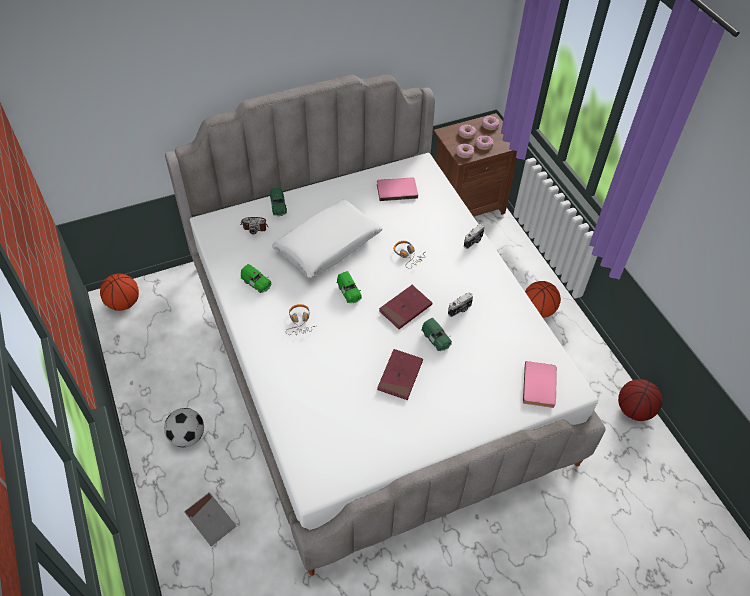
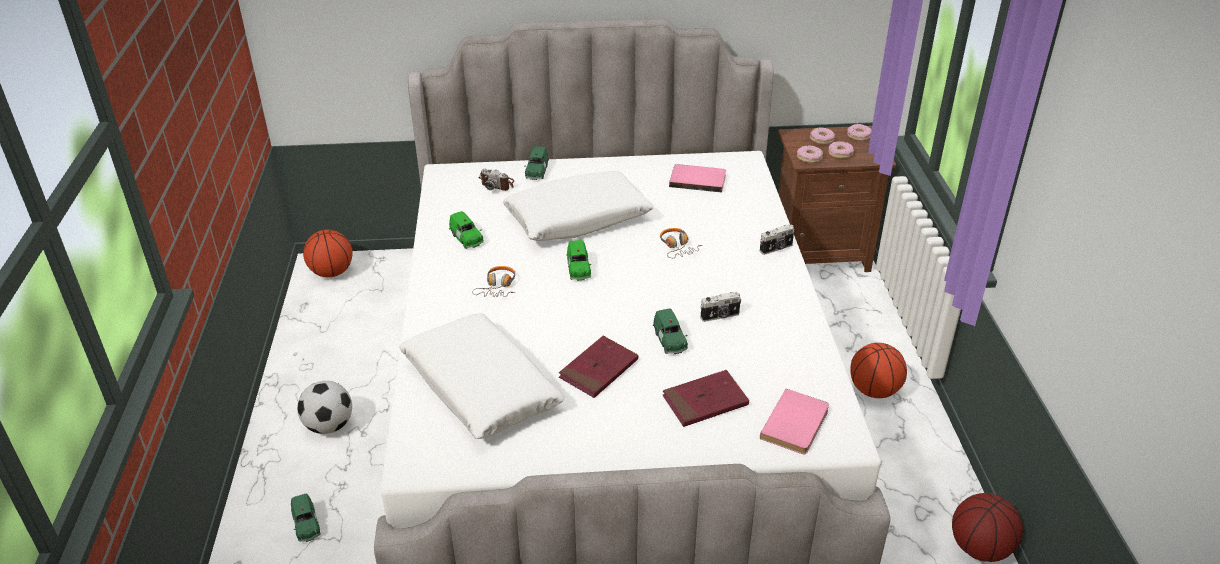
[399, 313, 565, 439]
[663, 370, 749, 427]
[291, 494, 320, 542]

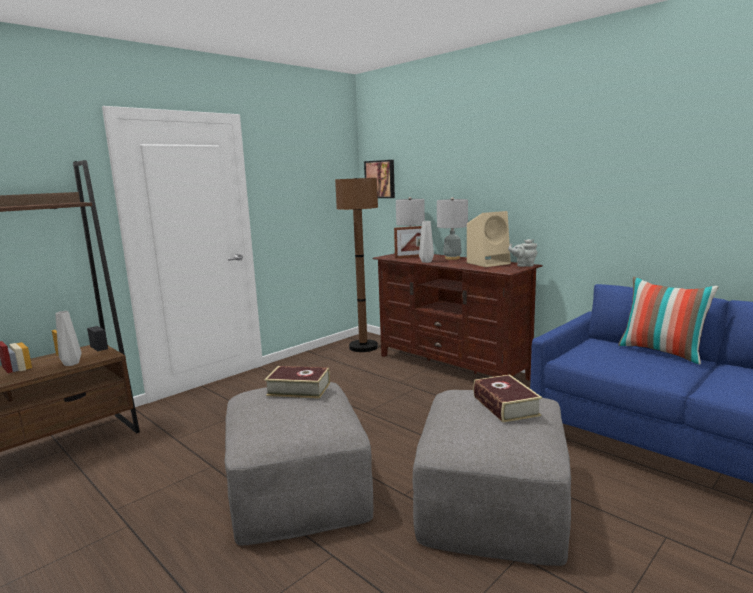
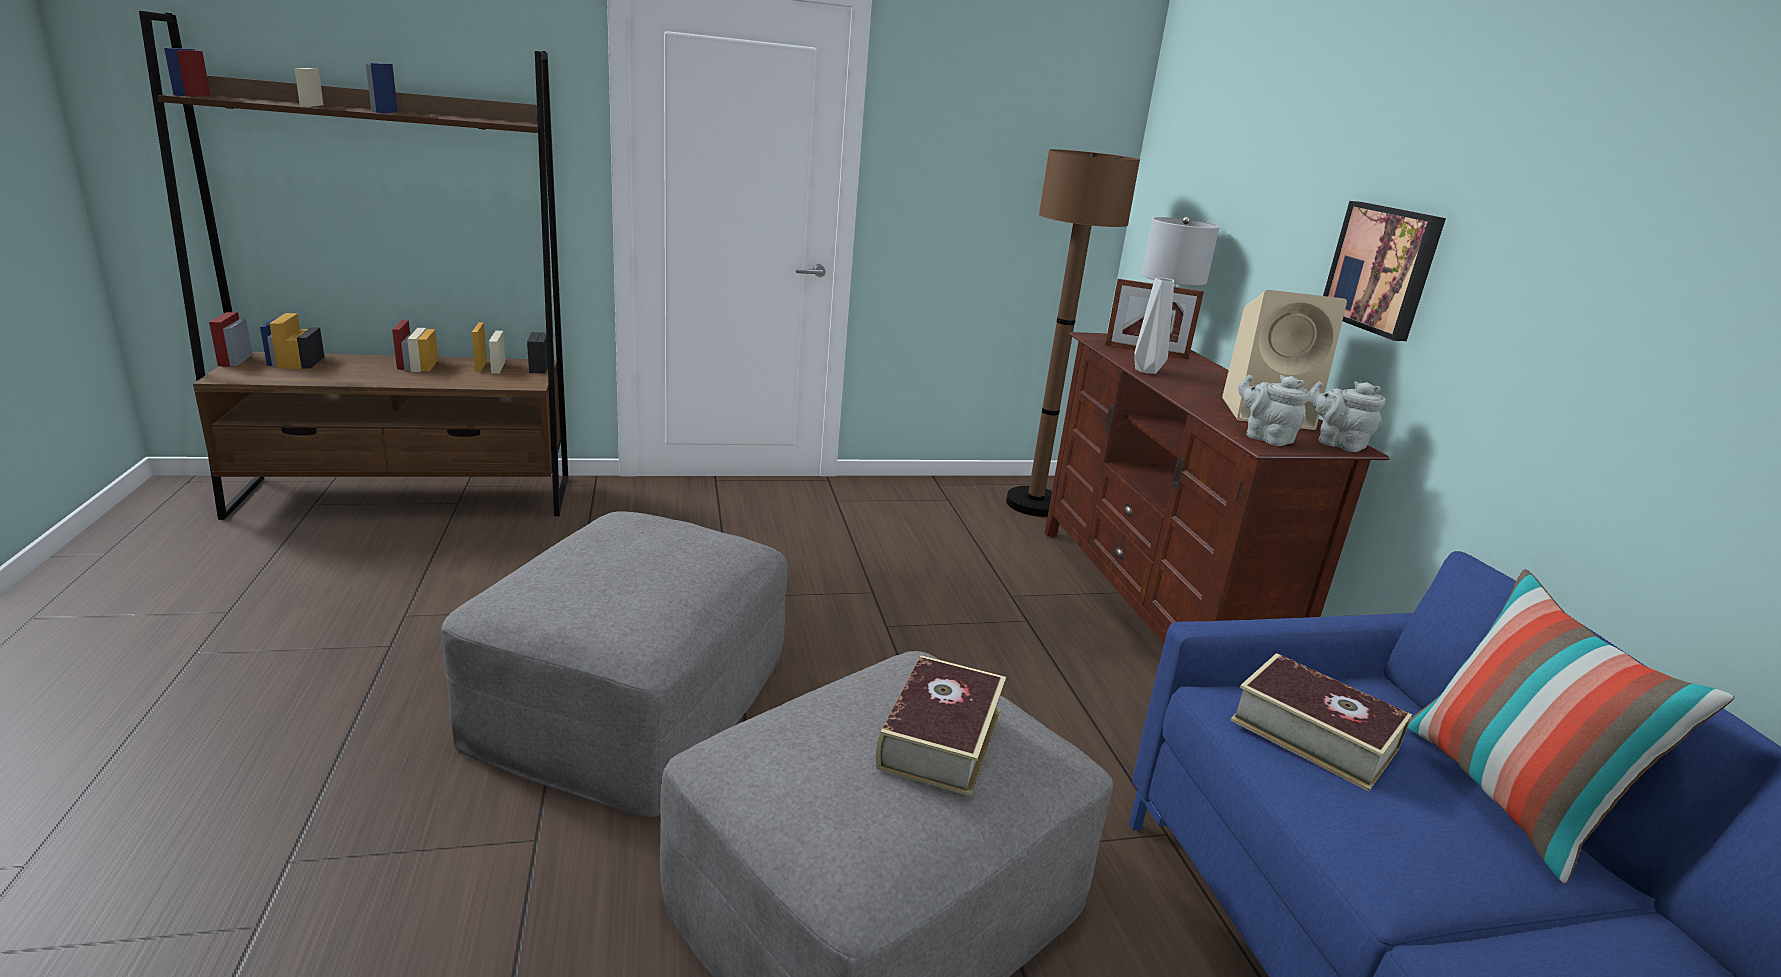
[55, 311, 82, 366] (first image)
[437, 197, 468, 260] (first image)
[1238, 375, 1310, 446]
[1230, 653, 1412, 792]
[1323, 201, 1446, 341]

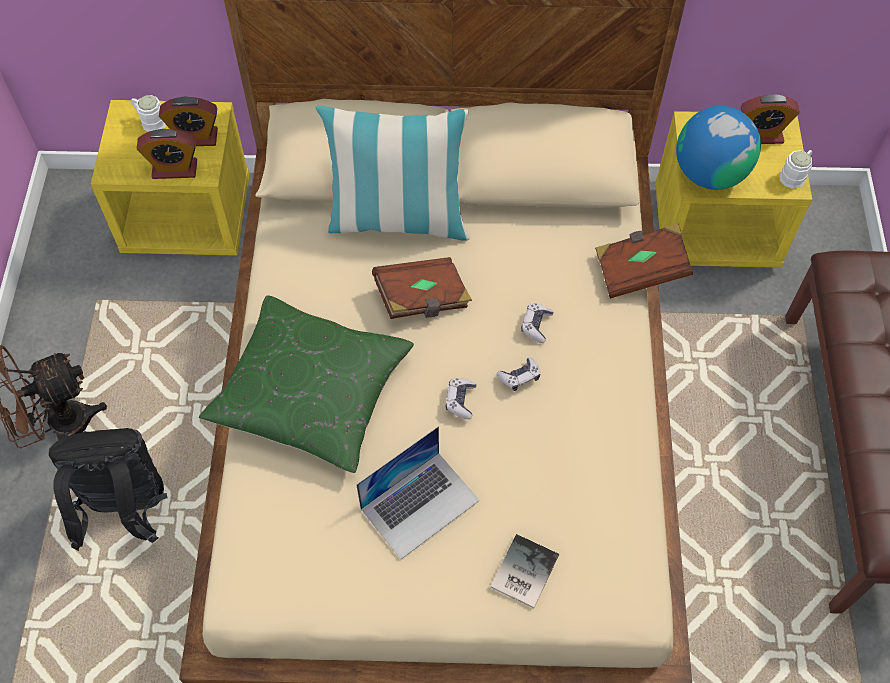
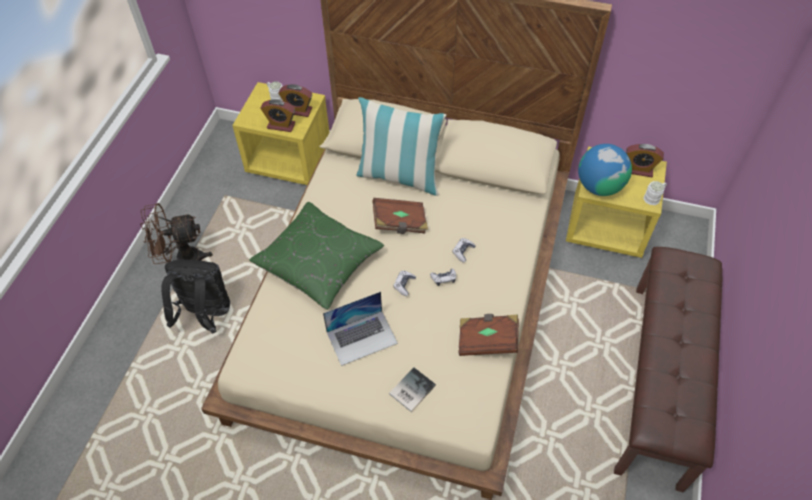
[458, 314, 519, 356]

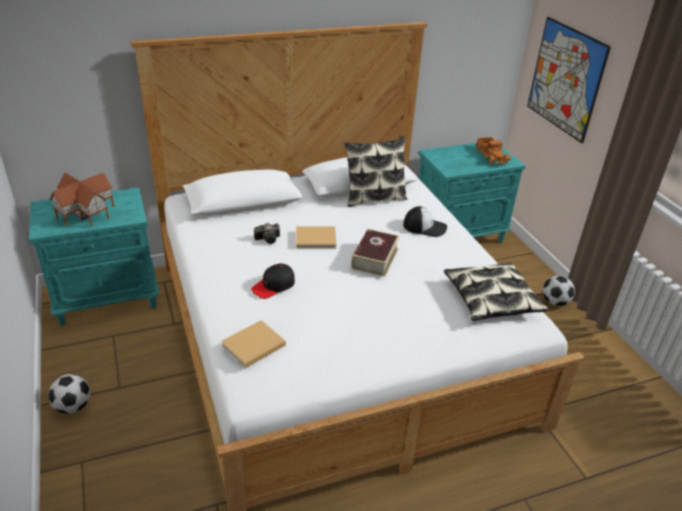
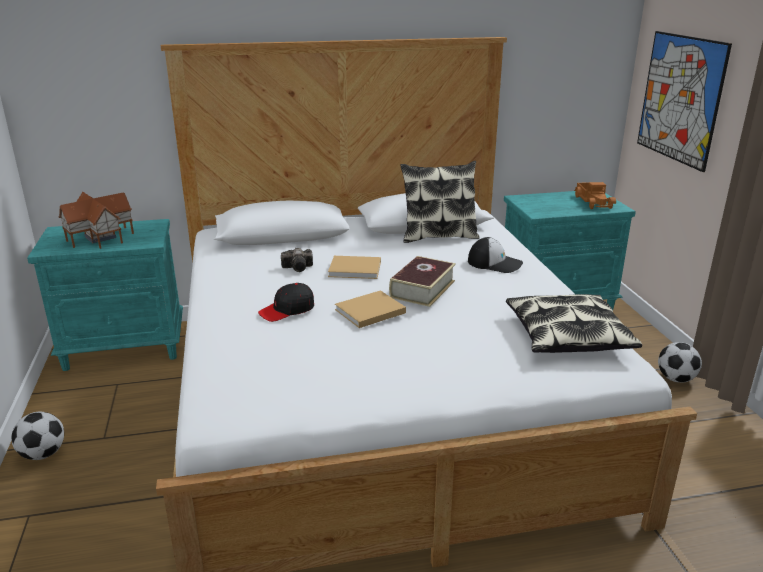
[335, 290, 406, 328]

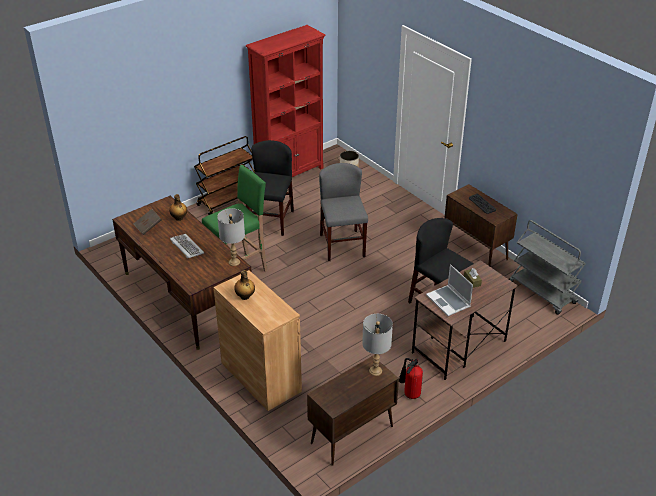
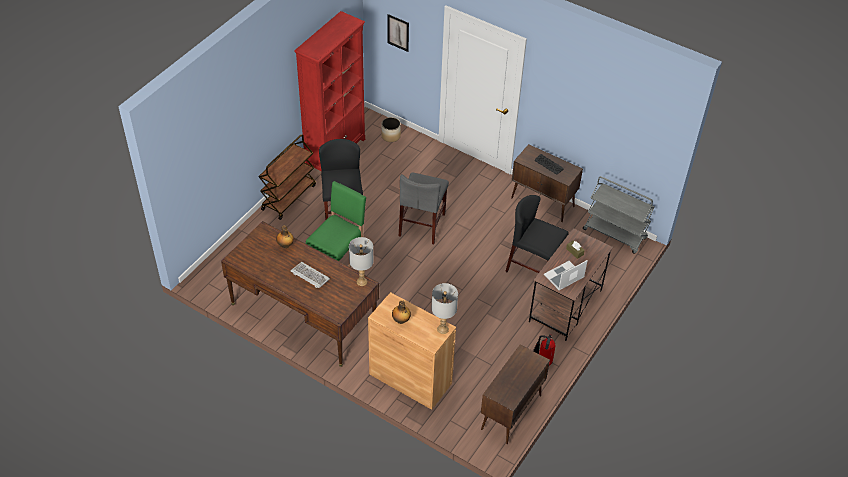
[133, 209, 162, 235] (first image)
[387, 14, 409, 52]
[431, 283, 458, 334]
[399, 172, 449, 244]
[544, 260, 588, 290]

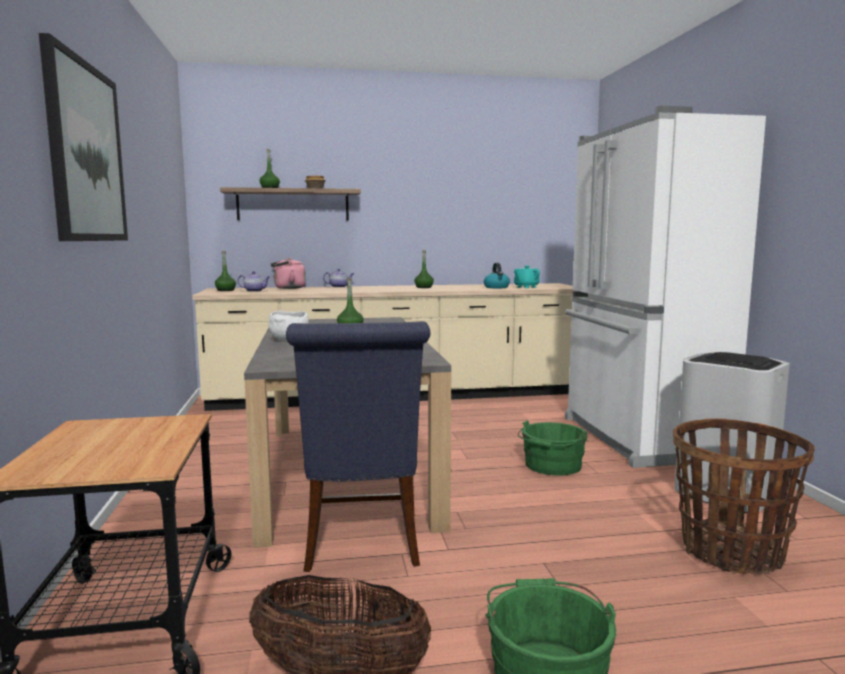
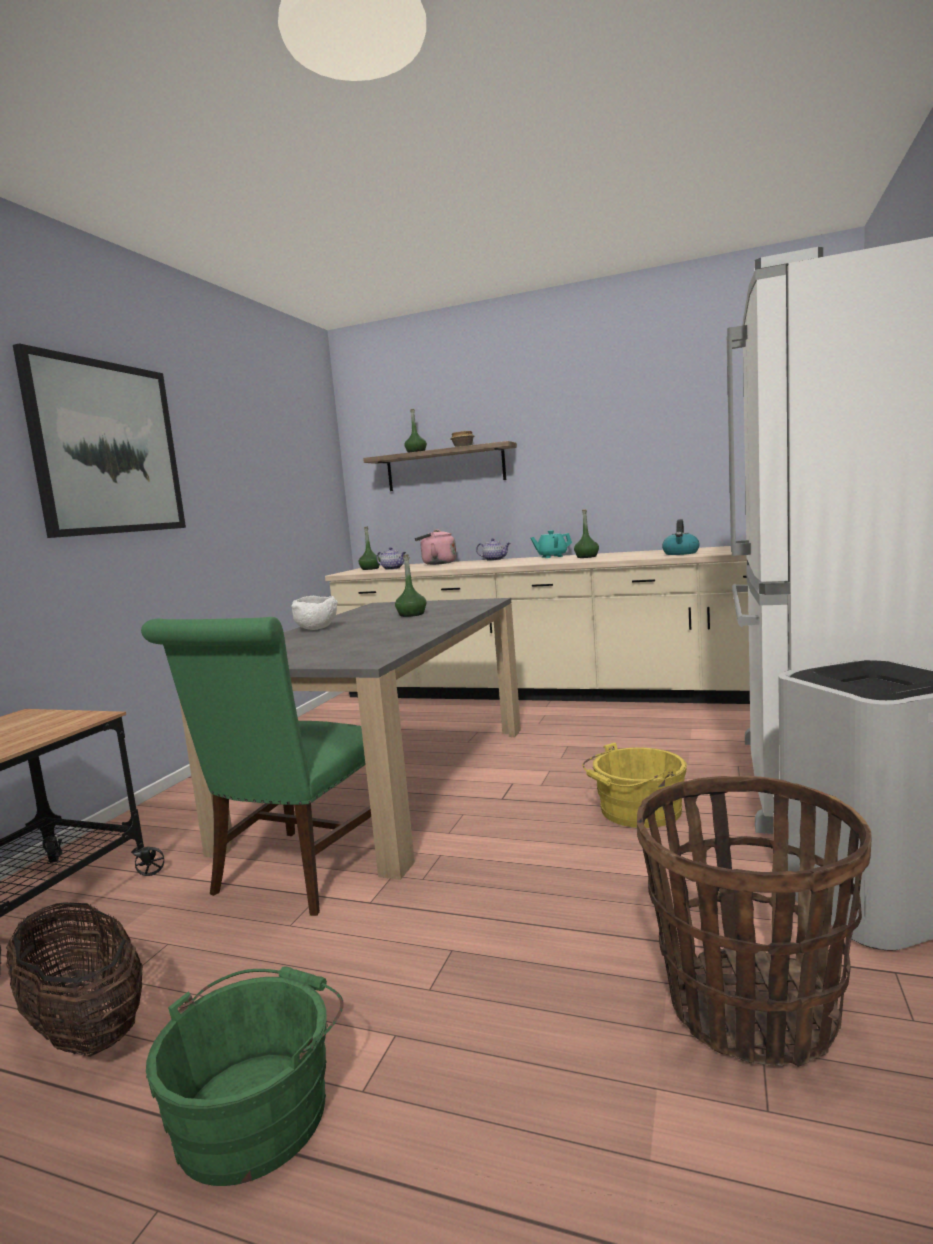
[530, 530, 572, 558]
[141, 617, 371, 916]
[582, 743, 687, 828]

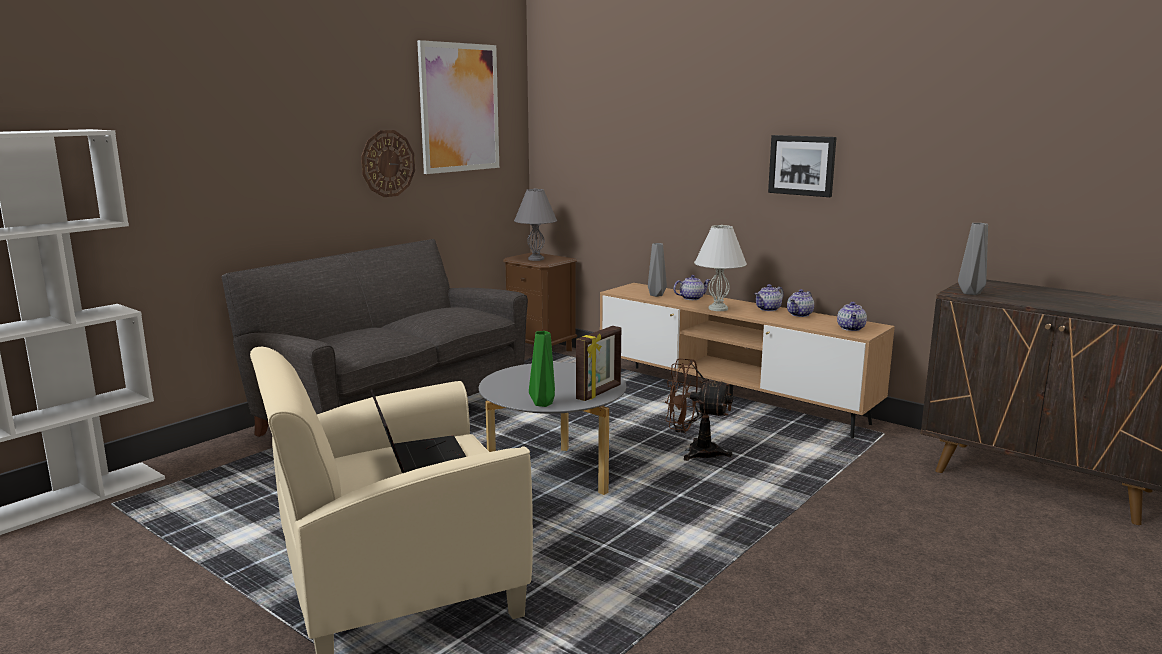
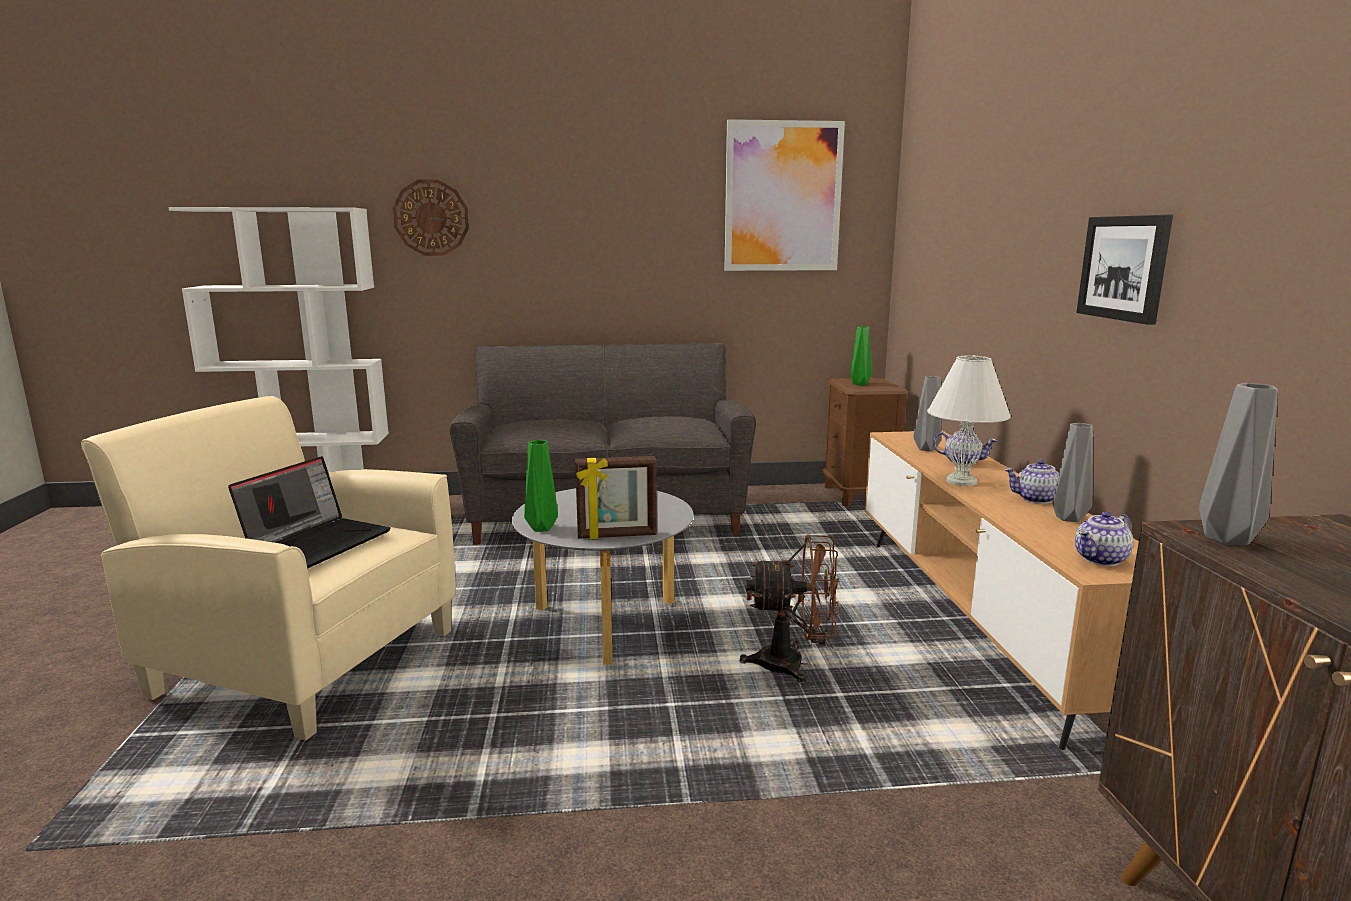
[393, 180, 469, 256]
[851, 326, 872, 385]
[1053, 423, 1093, 522]
[740, 534, 840, 683]

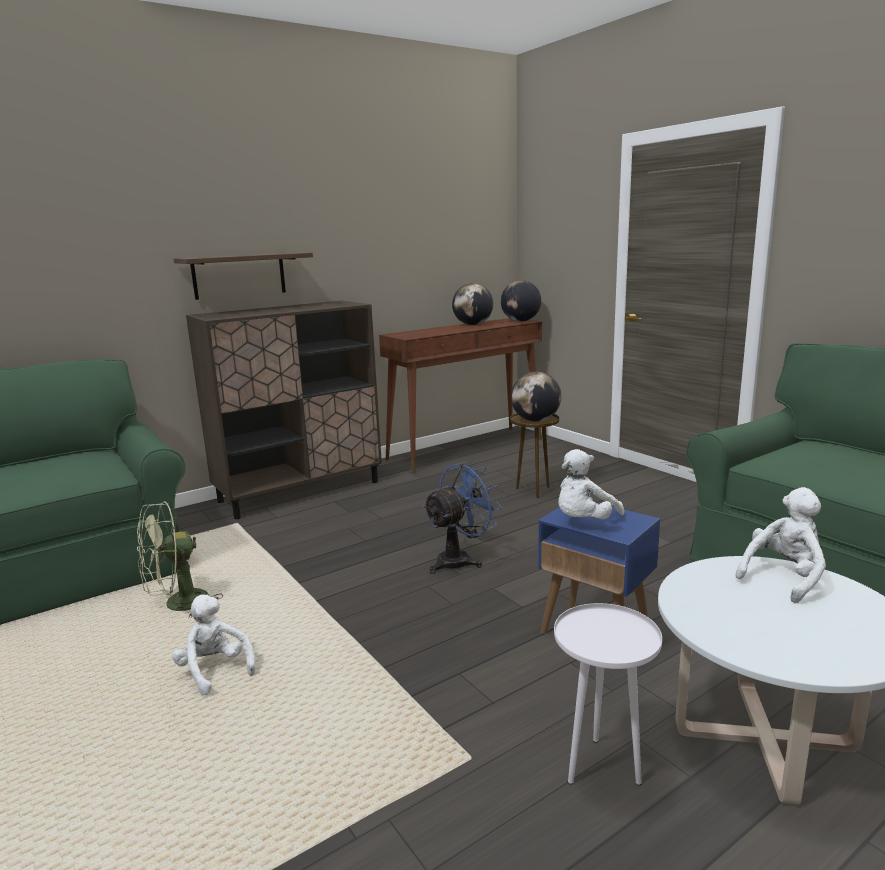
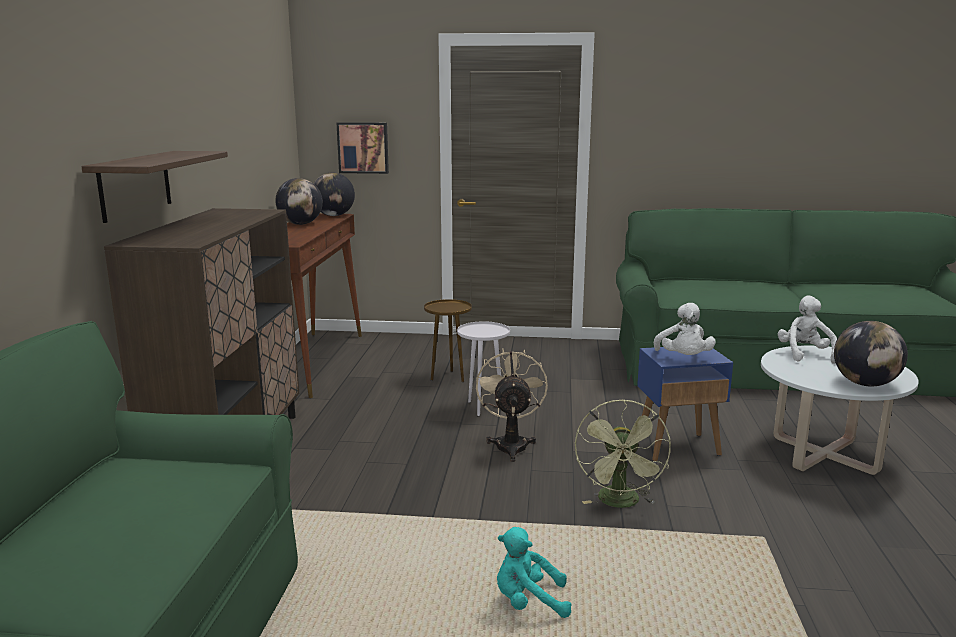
[337, 122, 389, 174]
[575, 399, 671, 508]
[834, 321, 908, 386]
[457, 321, 510, 417]
[497, 527, 571, 618]
[476, 349, 548, 462]

